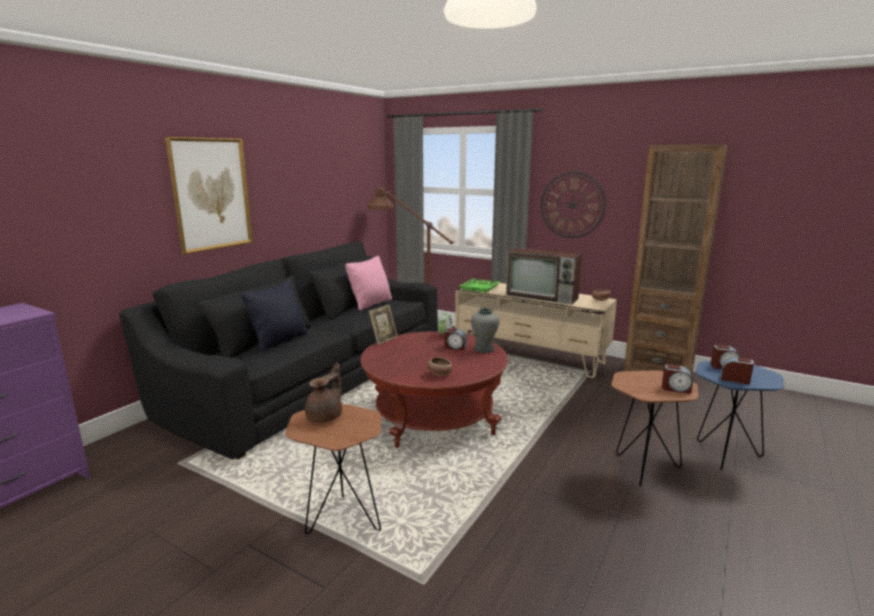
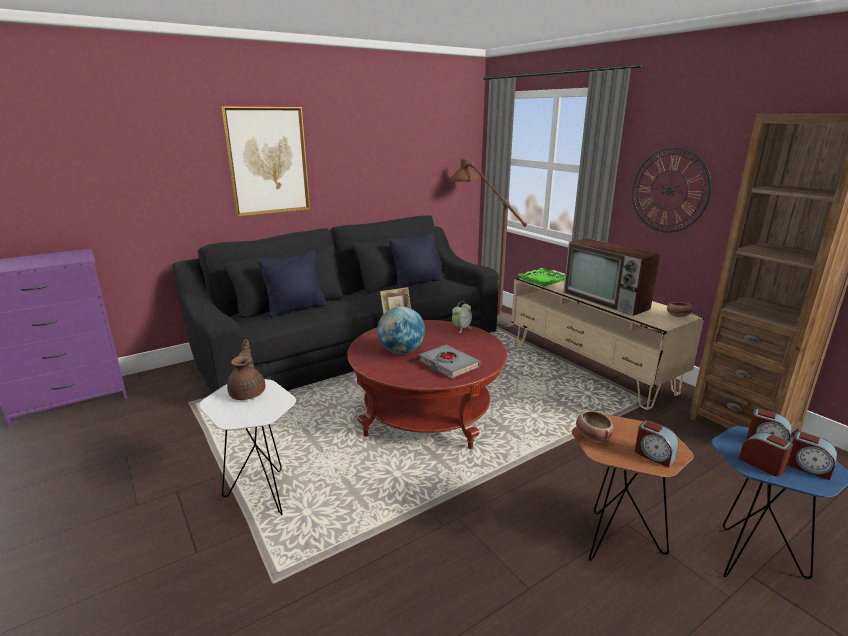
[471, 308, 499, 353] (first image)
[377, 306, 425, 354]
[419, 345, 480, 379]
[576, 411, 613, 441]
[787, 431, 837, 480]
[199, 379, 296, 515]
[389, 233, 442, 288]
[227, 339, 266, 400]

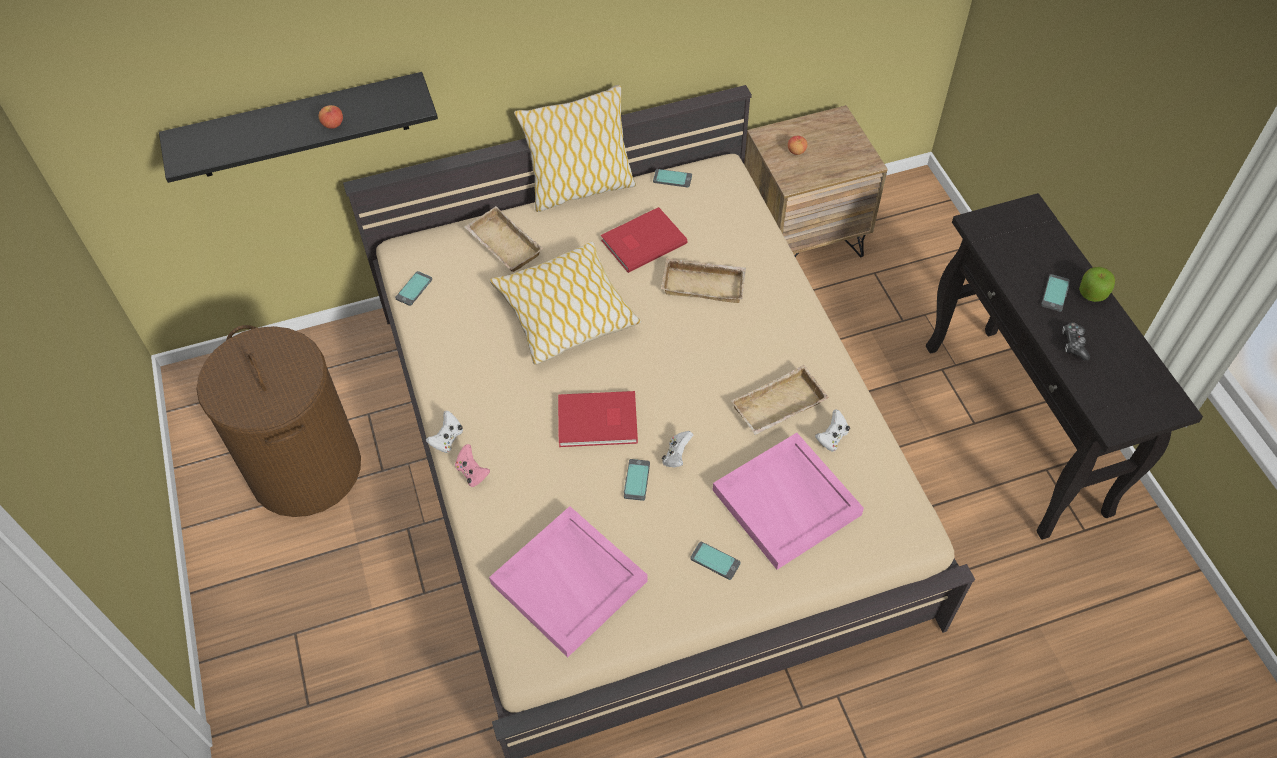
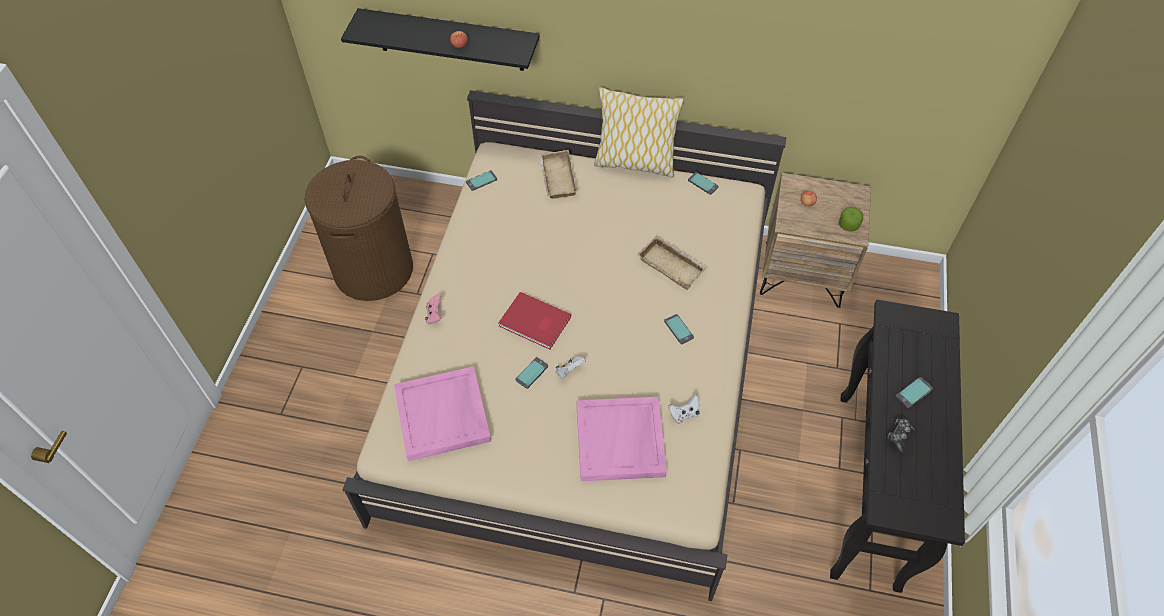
[426, 411, 463, 453] (first image)
[490, 241, 641, 365] (first image)
[601, 207, 687, 273] (first image)
[731, 365, 829, 435] (first image)
[664, 314, 694, 344]
[839, 207, 863, 232]

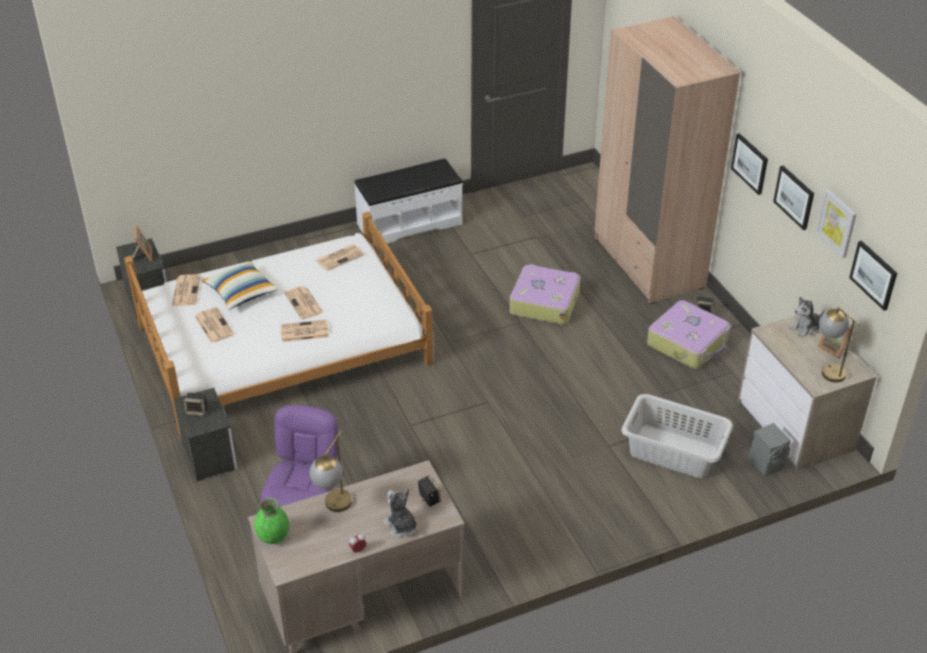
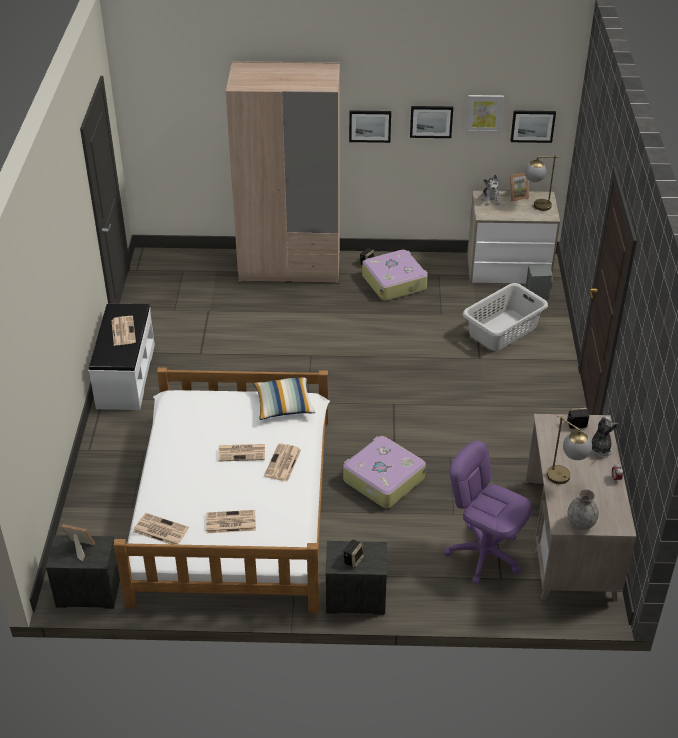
[253, 377, 316, 420]
[112, 316, 136, 346]
[343, 436, 426, 509]
[567, 489, 599, 530]
[591, 417, 619, 456]

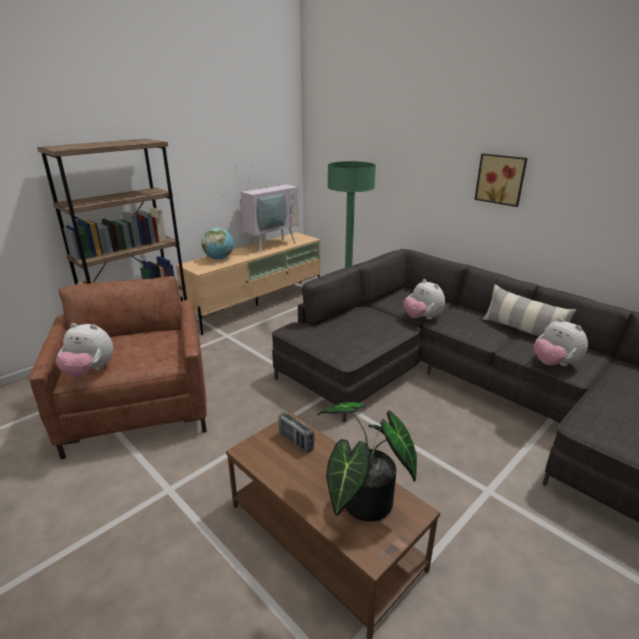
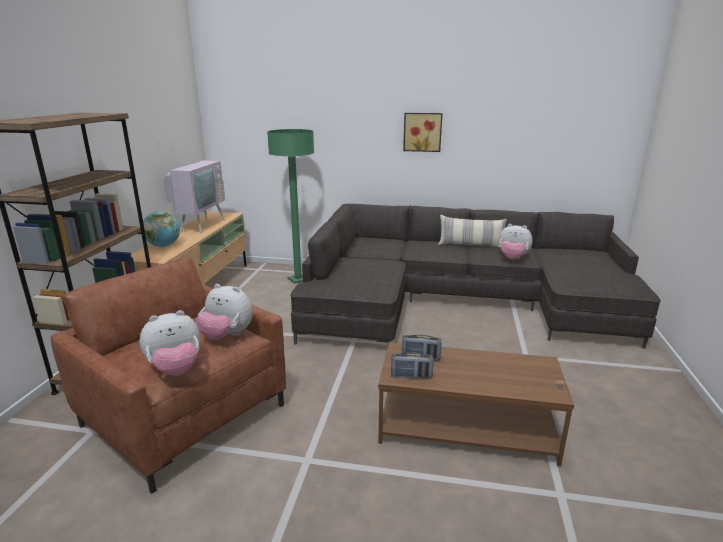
[318, 402, 417, 522] (first image)
[391, 353, 433, 379]
[196, 284, 253, 341]

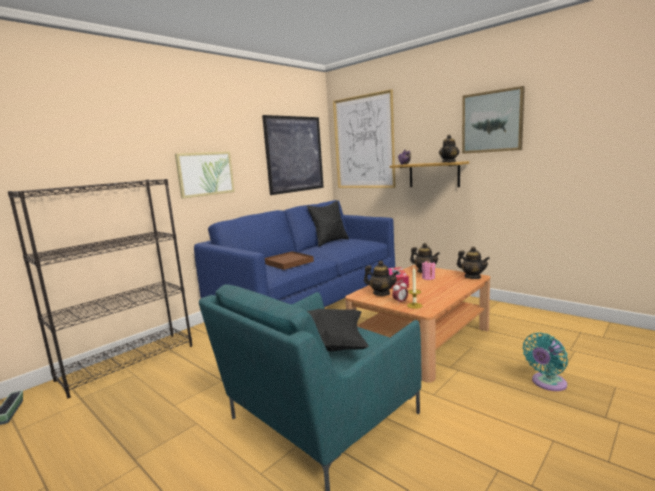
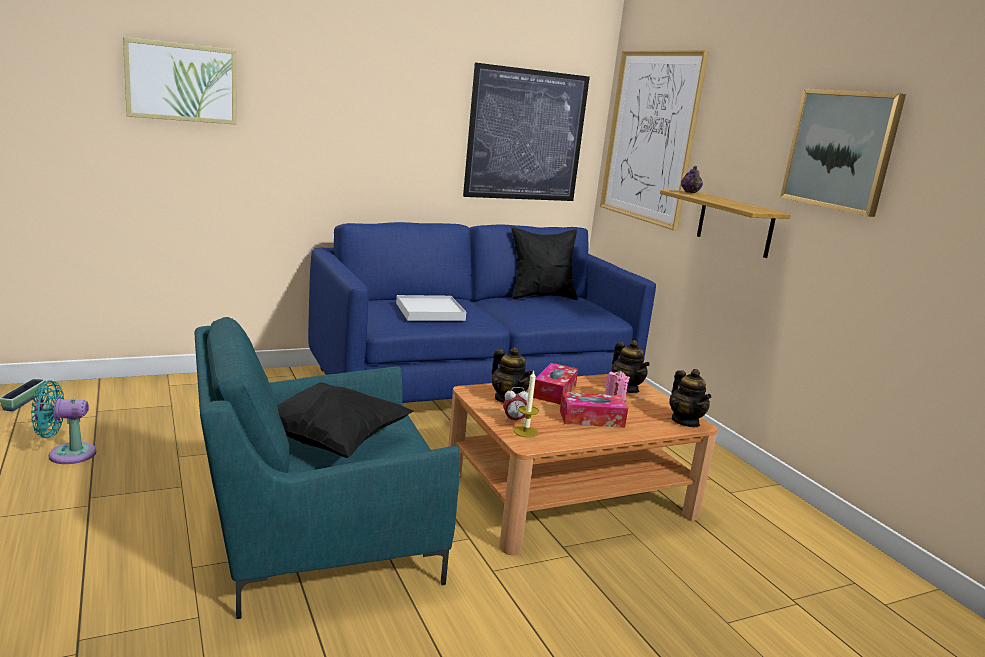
[8, 179, 192, 398] (first image)
[439, 134, 459, 162] (first image)
[560, 392, 628, 428]
[123, 37, 236, 125]
[31, 380, 96, 464]
[396, 295, 466, 321]

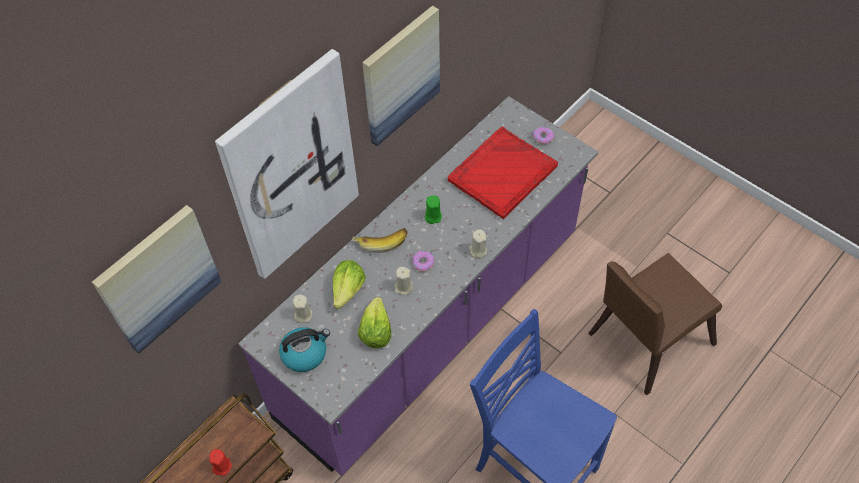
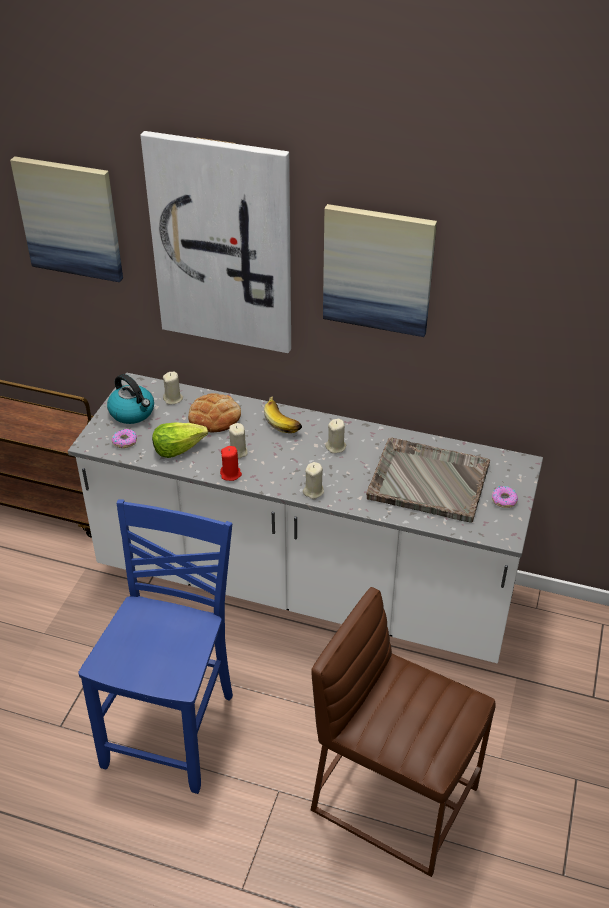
[220, 446, 242, 481]
[111, 429, 137, 448]
[188, 393, 241, 432]
[311, 587, 496, 877]
[68, 373, 543, 663]
[325, 419, 346, 453]
[366, 437, 490, 522]

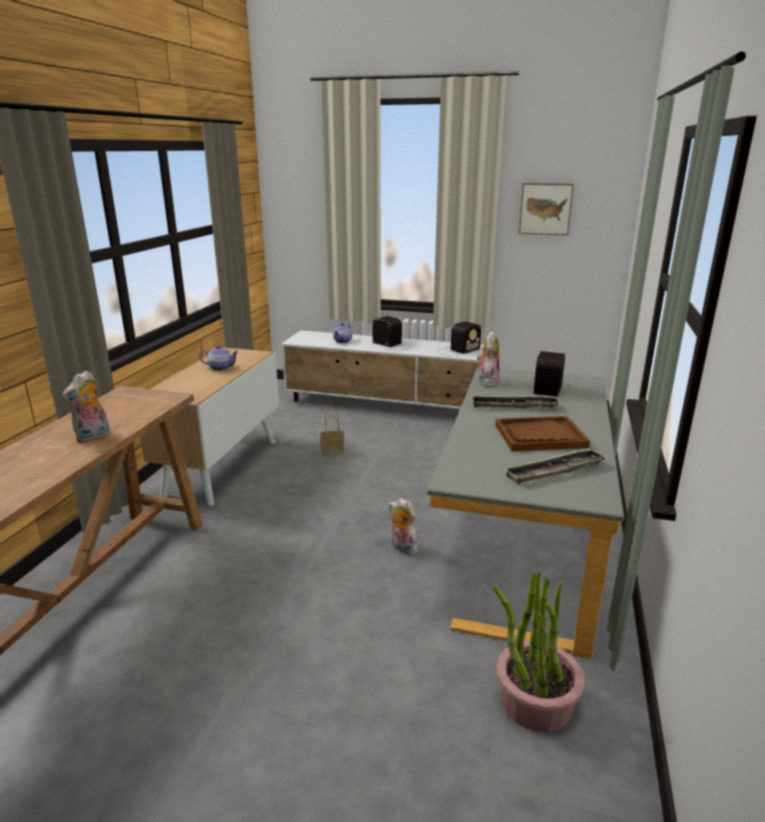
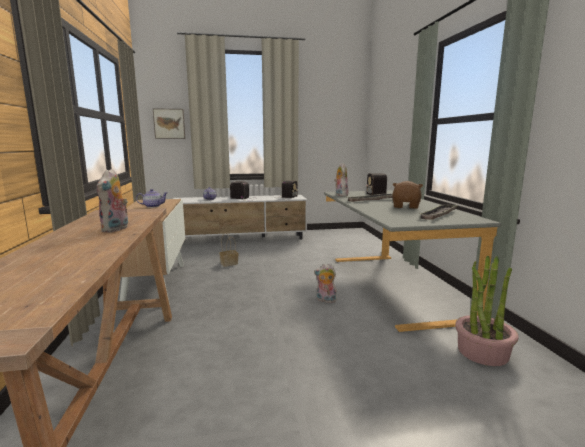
[153, 108, 185, 139]
[392, 181, 423, 209]

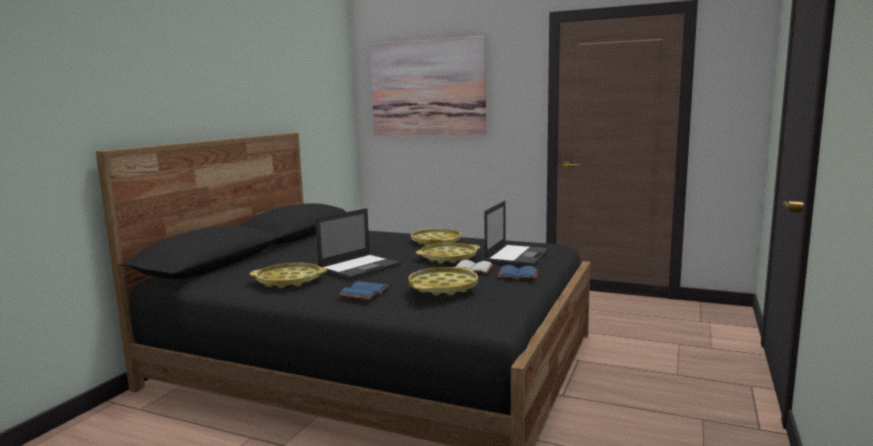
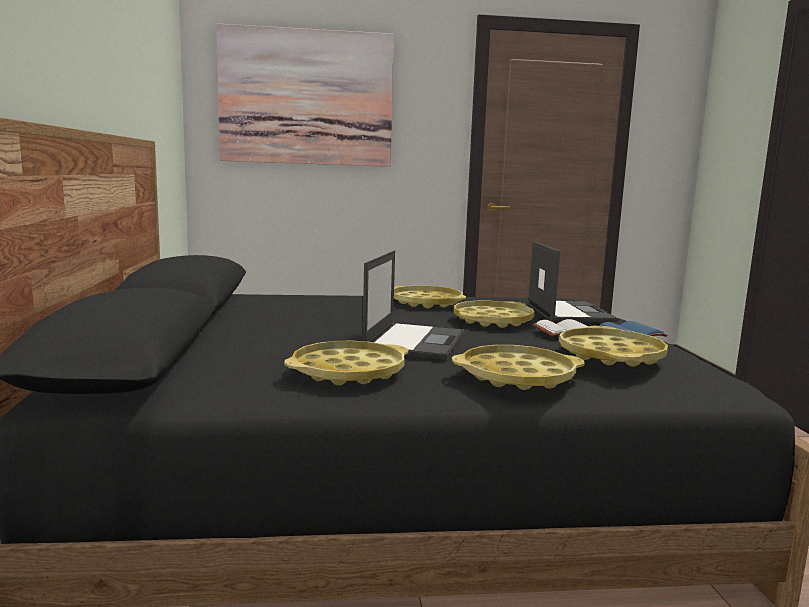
[452, 345, 585, 390]

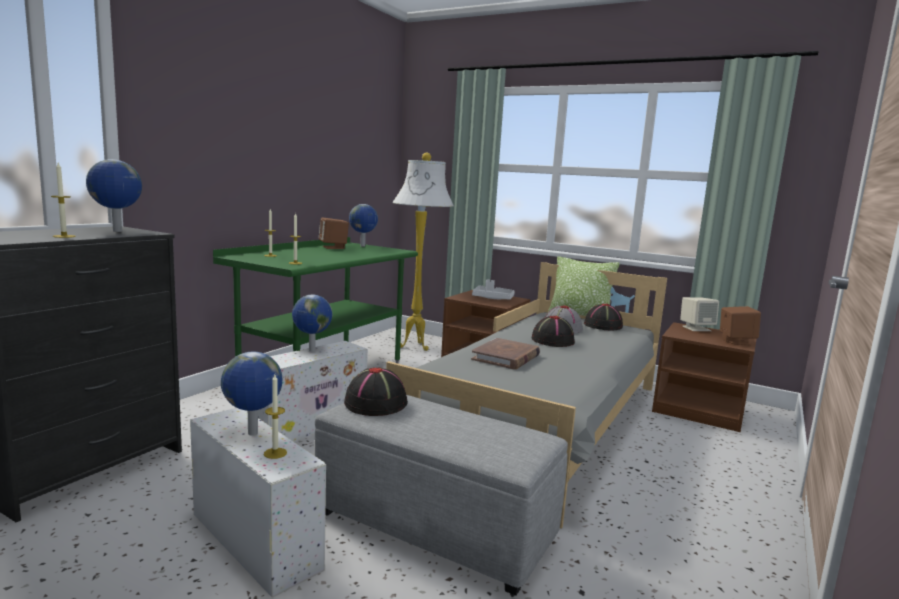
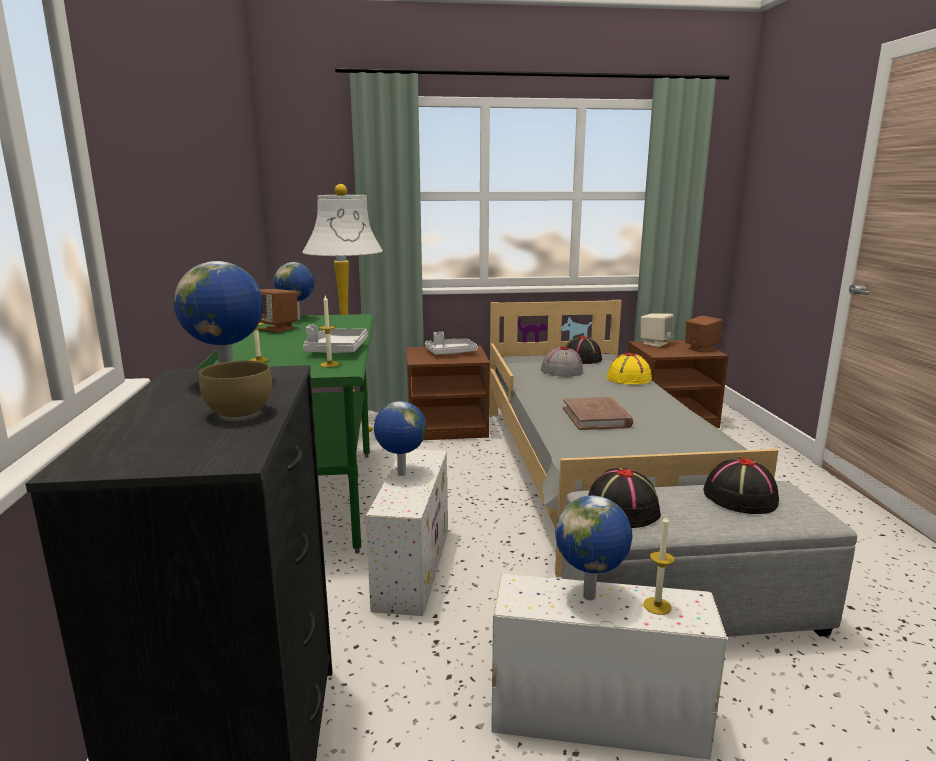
[548, 256, 620, 316] (first image)
[303, 325, 368, 353]
[607, 353, 652, 384]
[703, 457, 779, 514]
[199, 360, 272, 419]

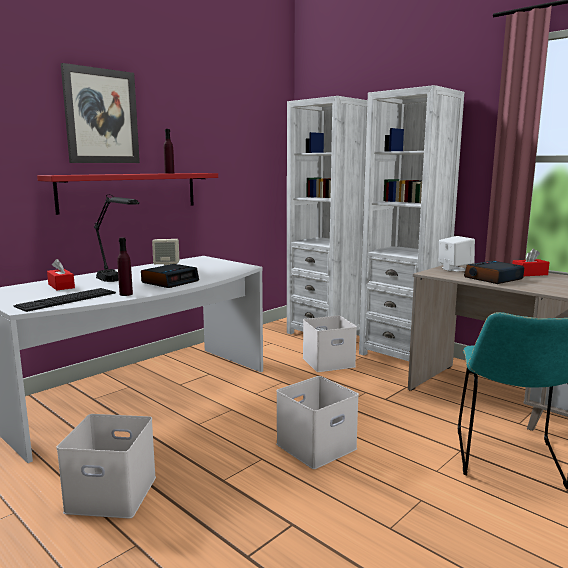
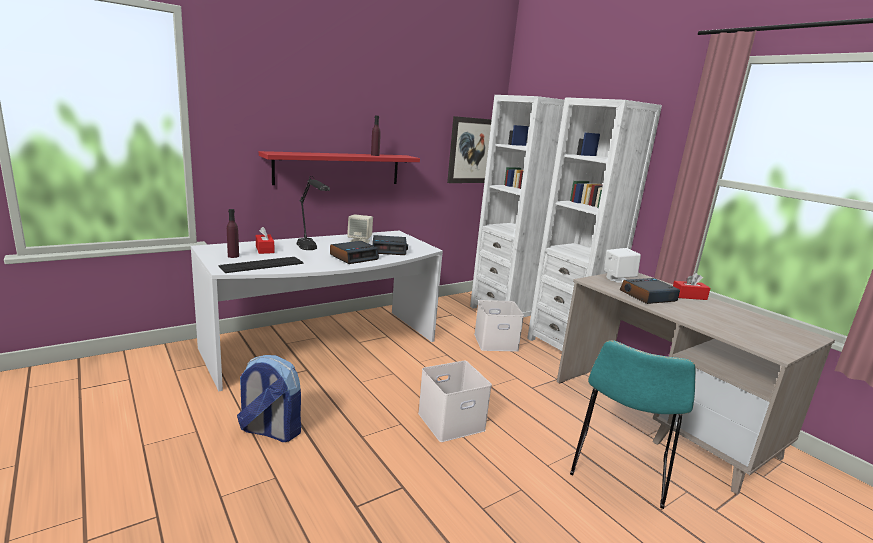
[372, 235, 408, 255]
[447, 116, 492, 183]
[227, 209, 239, 258]
[237, 355, 301, 442]

